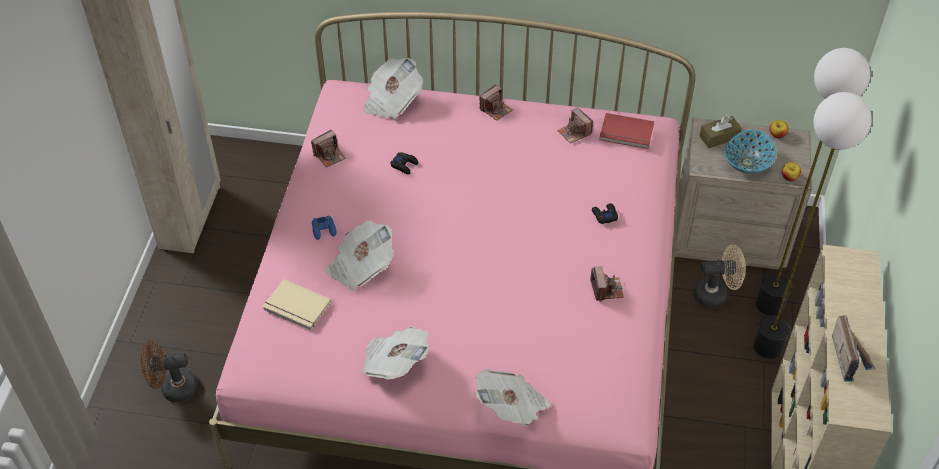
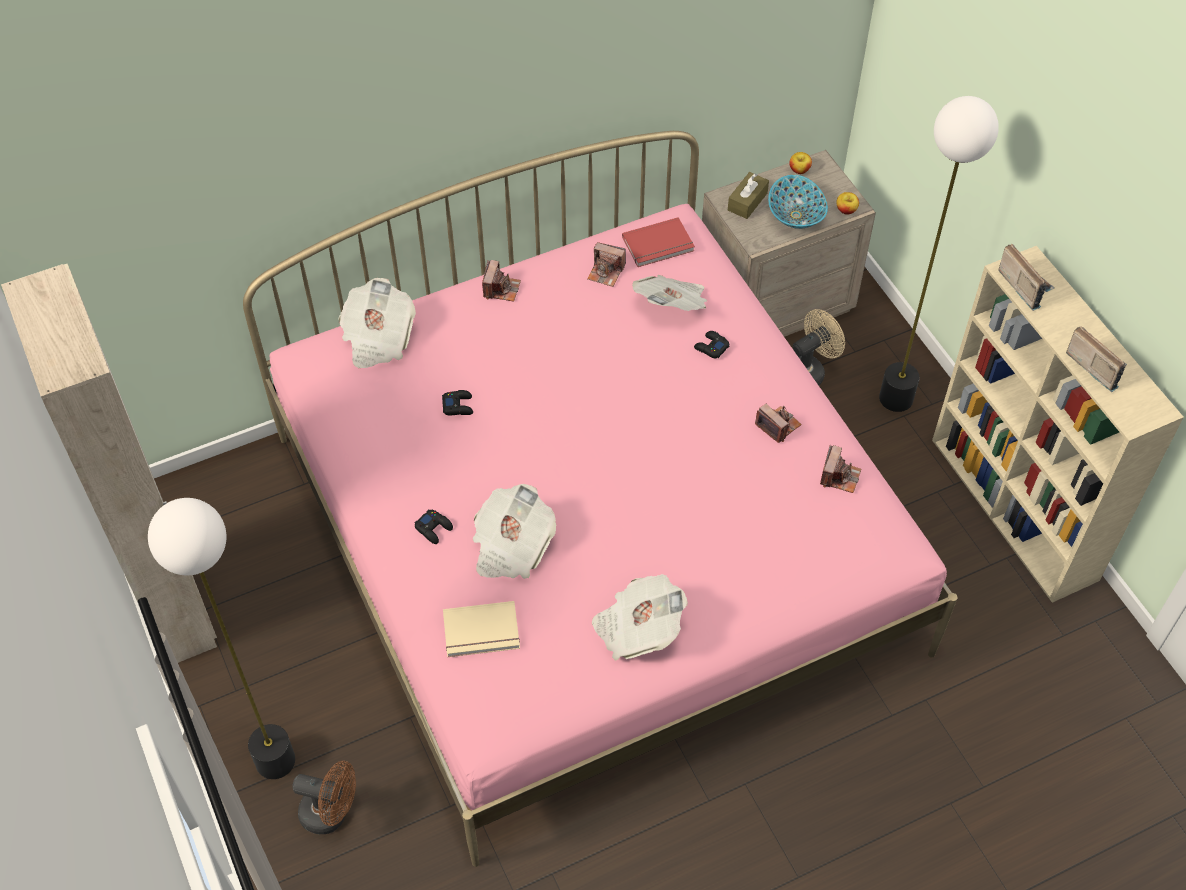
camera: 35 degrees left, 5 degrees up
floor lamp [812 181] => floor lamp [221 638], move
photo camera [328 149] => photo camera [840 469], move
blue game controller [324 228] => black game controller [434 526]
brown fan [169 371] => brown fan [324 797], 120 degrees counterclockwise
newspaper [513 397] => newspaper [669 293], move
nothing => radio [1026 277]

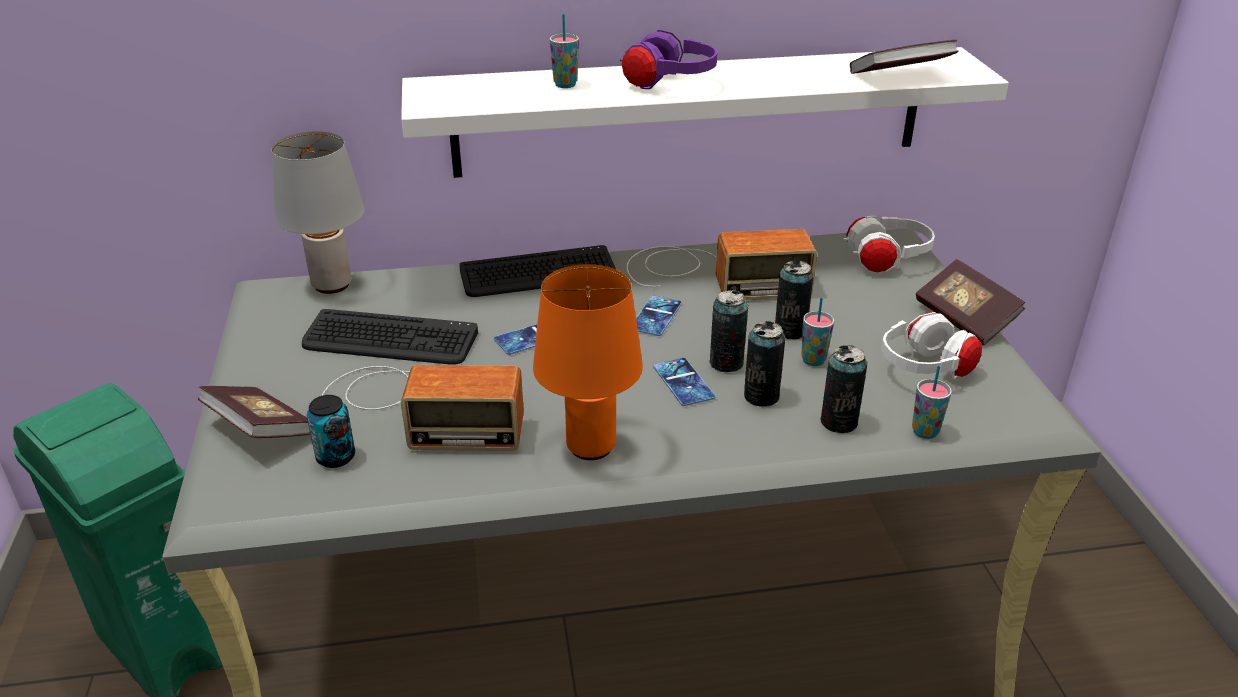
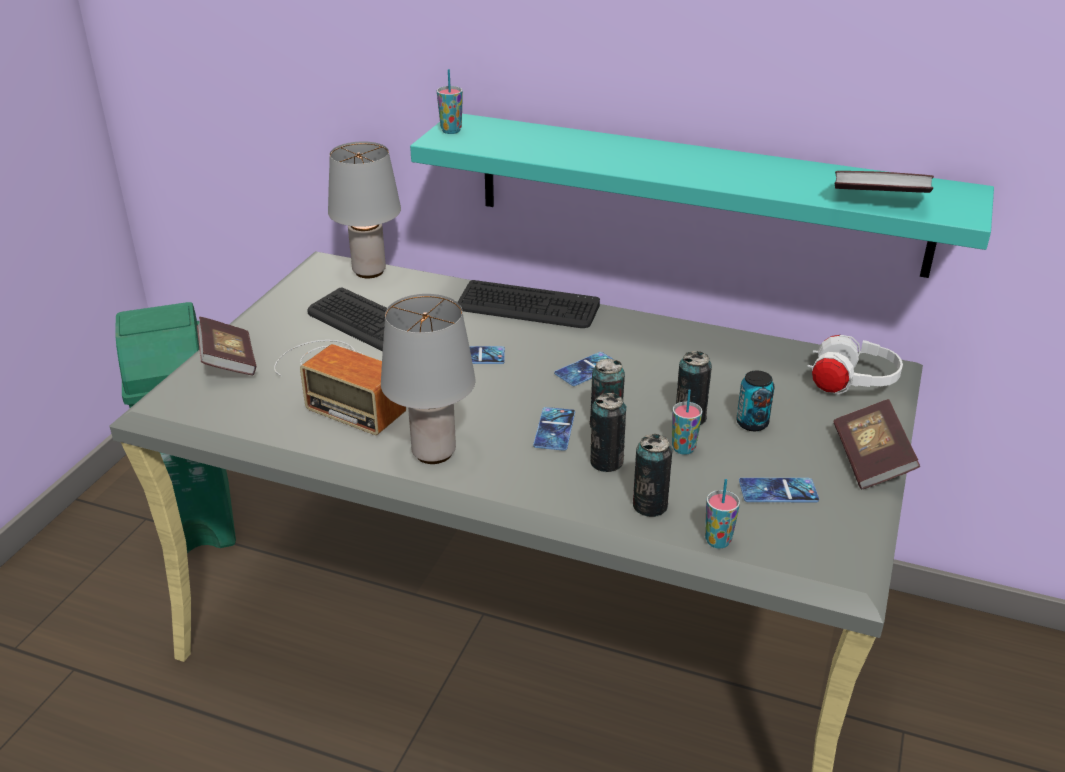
camera: 30 degrees right, 0 degrees up
cup [564 51] => cup [450 101], move
purple headphones [669 59] => nothing
white shelf [705 112] => turquoise shelf [702 196]
radio [722 264] => nothing
orange table lamp [588 362] => grey table lamp [428 379]
white headphones [931 345] => phone [779 490]
can [331 431] => can [755 401], move

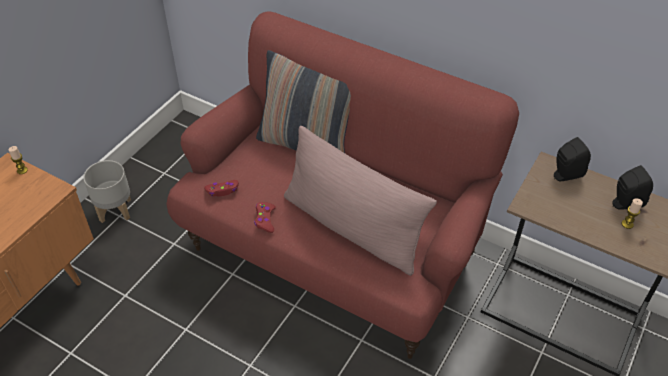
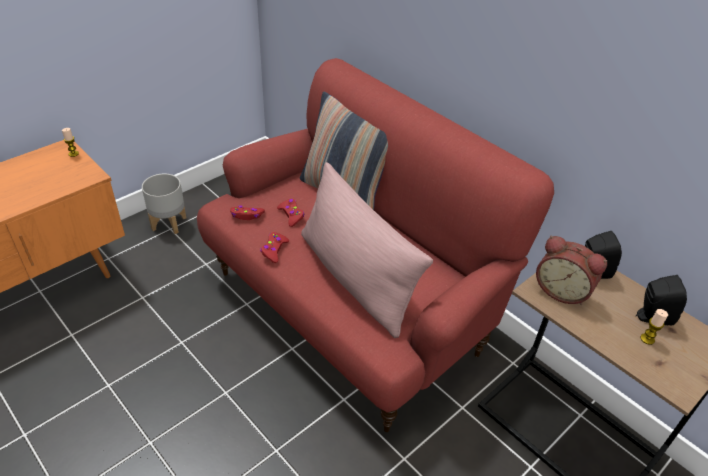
camera: 15 degrees right, 5 degrees down
nothing => red game controller [290 213]
nothing => alarm clock [571 270]

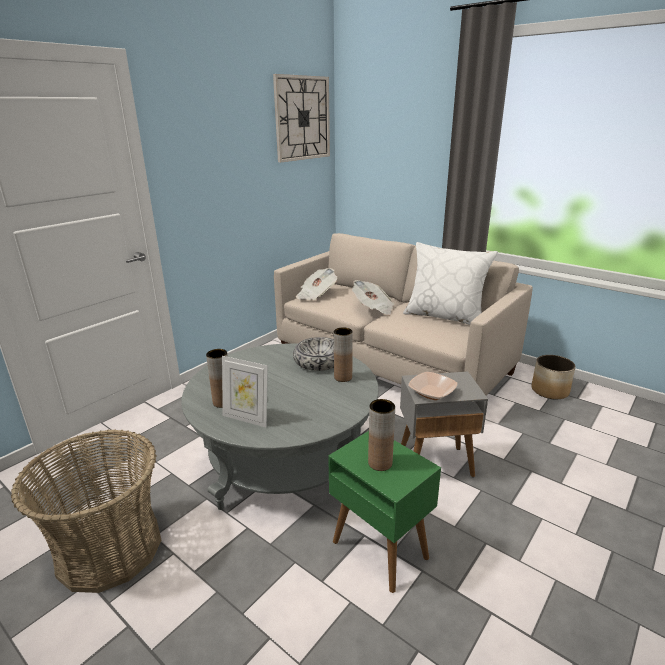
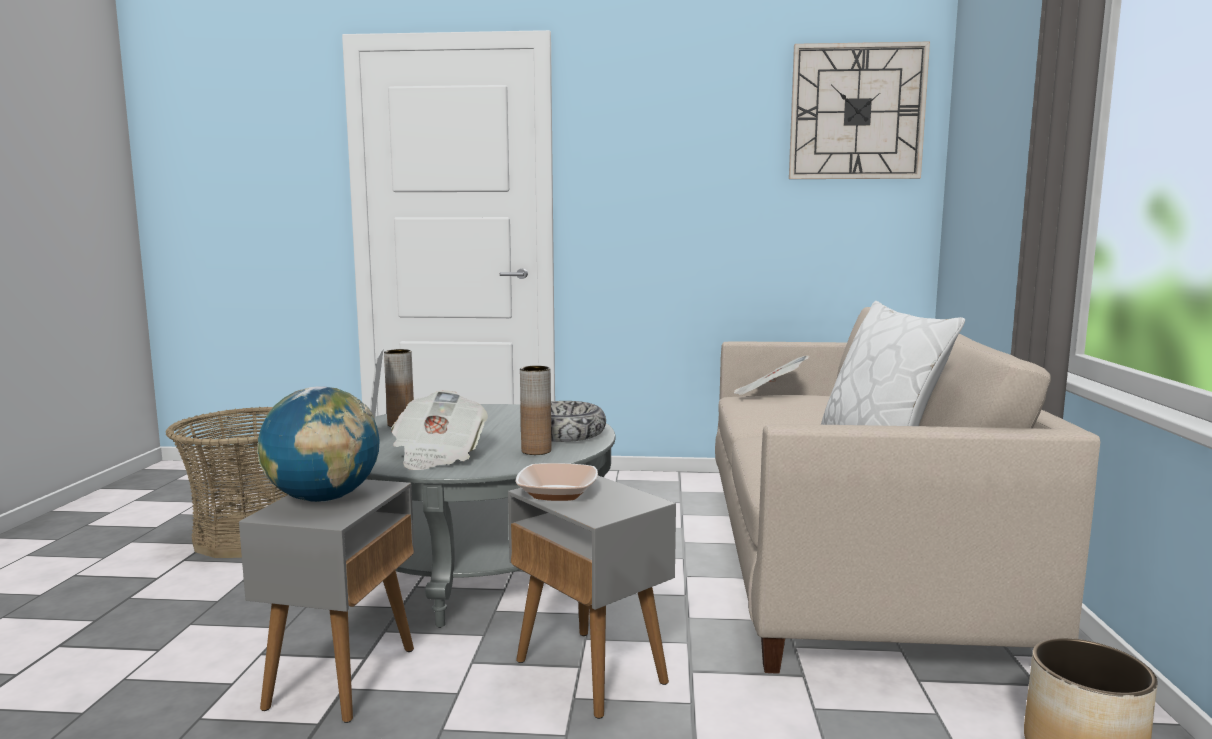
camera: 55 degrees right, 15 degrees down
newspaper [373 297] => newspaper [439 430], move
brown vase [381 435] => globe [318 444]
green side table [384 512] => grey side table [326 601]

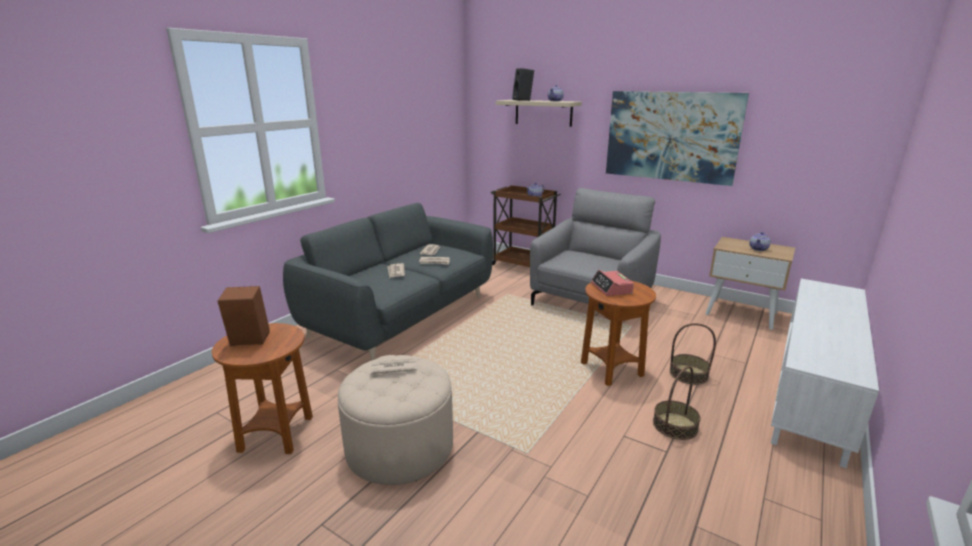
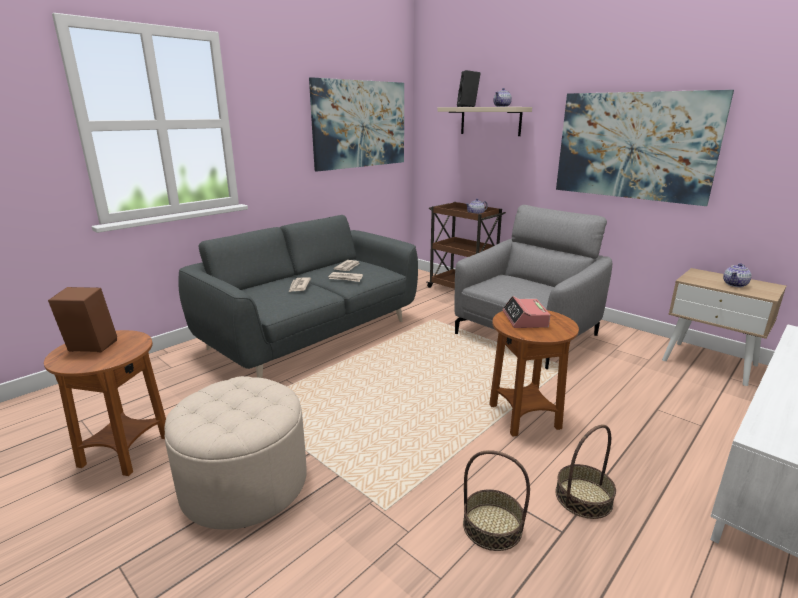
camera: 10 degrees right, 0 degrees up
basket [693 354] => basket [496 500], move
newspaper [394 366] => nothing
nothing => picture [356 124]

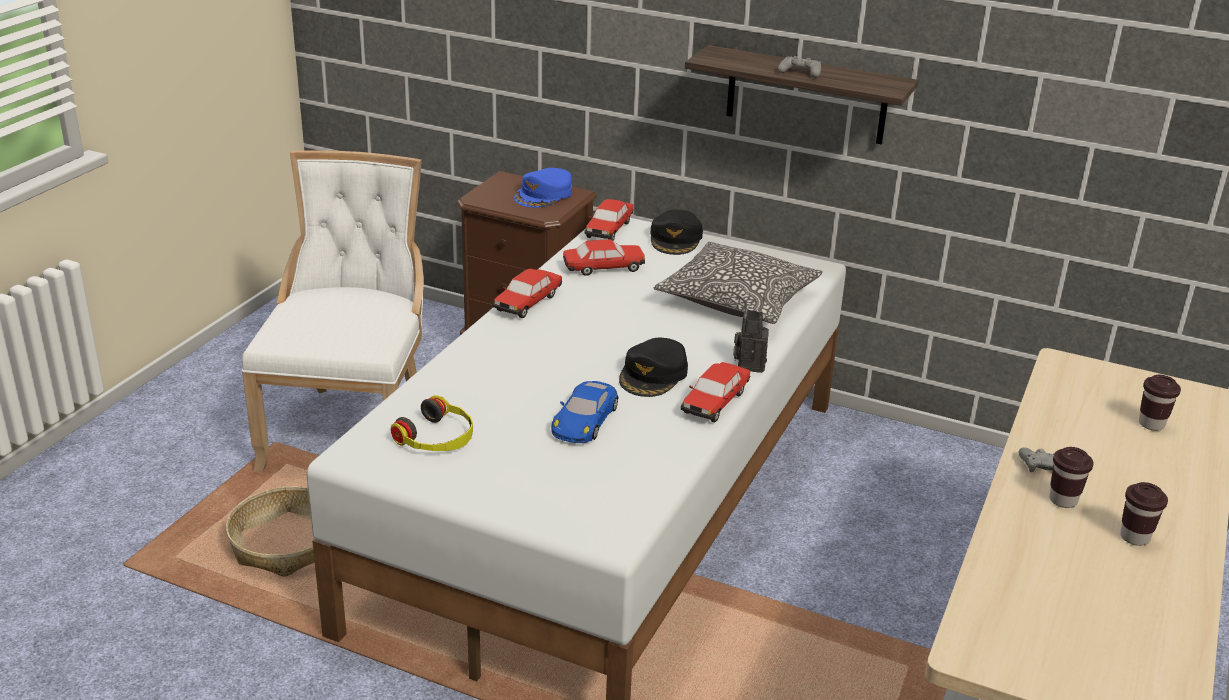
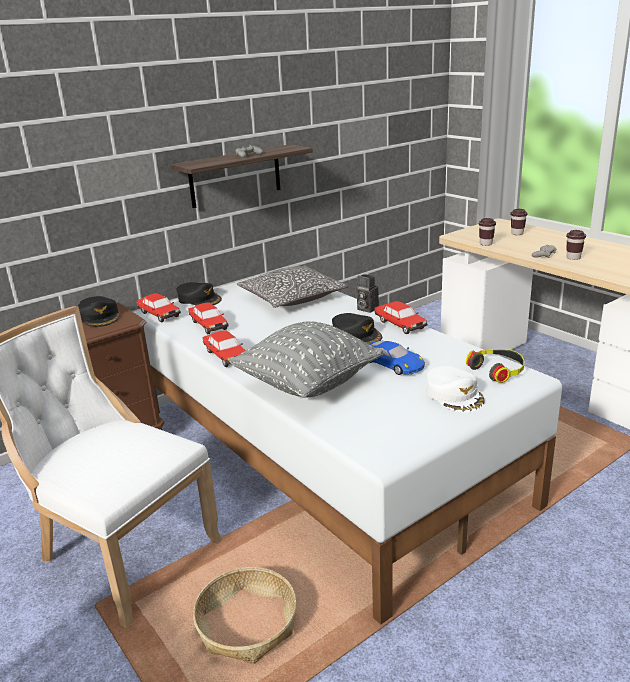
camera: 60 degrees left, 5 degrees down
blue cap [543 188] => black cap [98 311]
toy car [604 257] => toy car [209 318], 135 degrees clockwise
headphones [432 423] => headphones [495 366], move
brown cup [1144 514] => brown cup [487 232], move
nothing => grey pillow [306 359]
nothing => white cap [455 389]

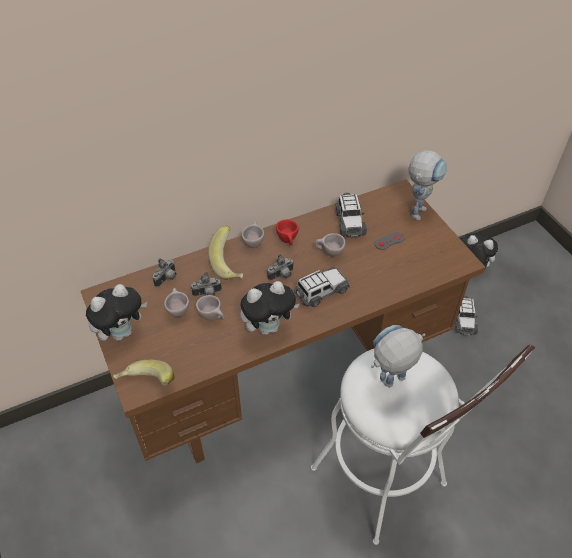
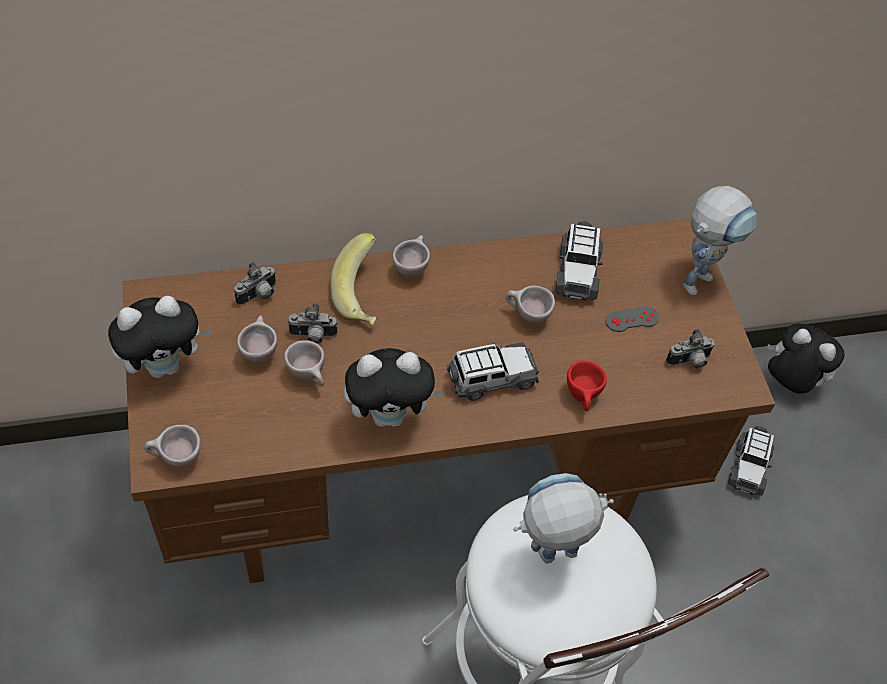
camera: 10 degrees right, 5 degrees up
red cup [287 232] => red cup [587 385], move
photo camera [280 267] => photo camera [690 348], move
banana [144 373] => beige cup [172 446]

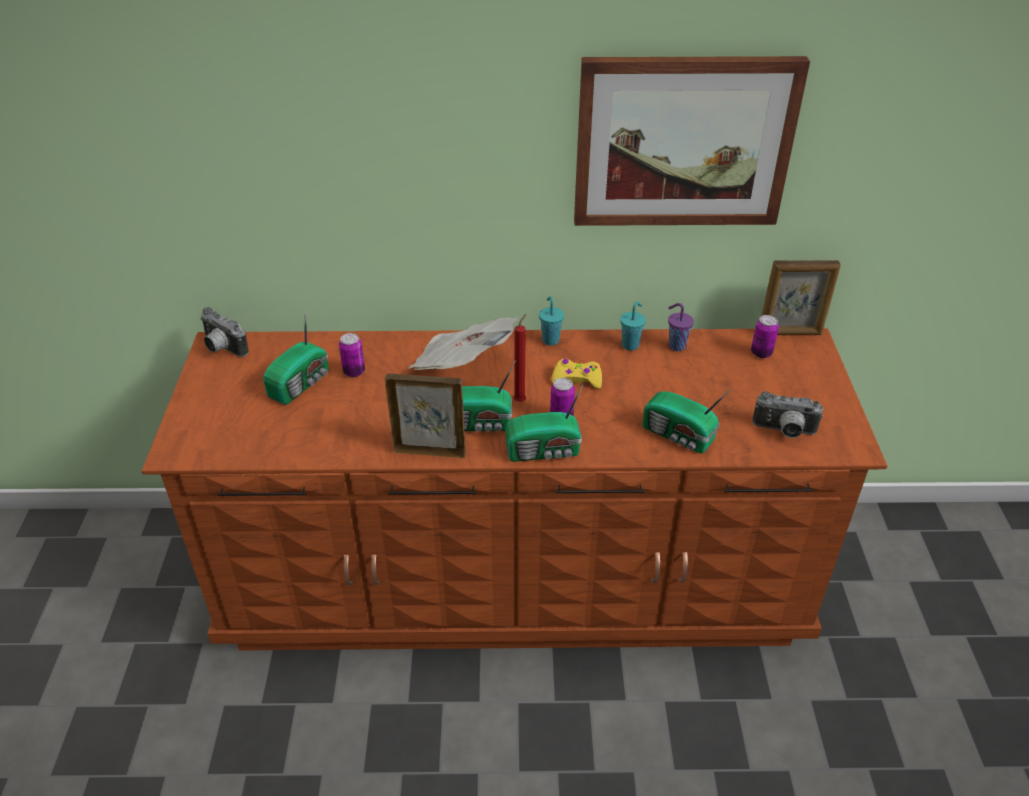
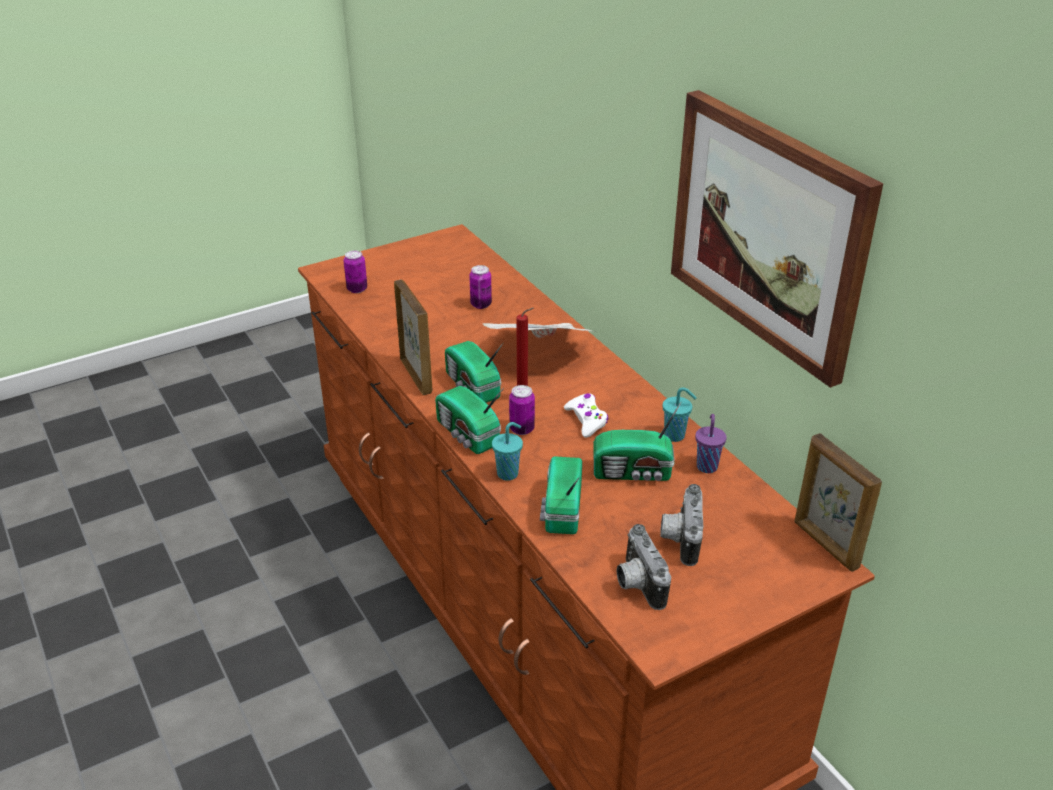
camera: 60 degrees right, 5 degrees down
turquoise cup [551 321] => turquoise cup [507 451], move
photo camera [225 332] => photo camera [681 525], move
radio [296 356] => radio [637 441], move
can [765 336] => can [355 271], move
yellow game controller [576 374] => white game controller [586 415]

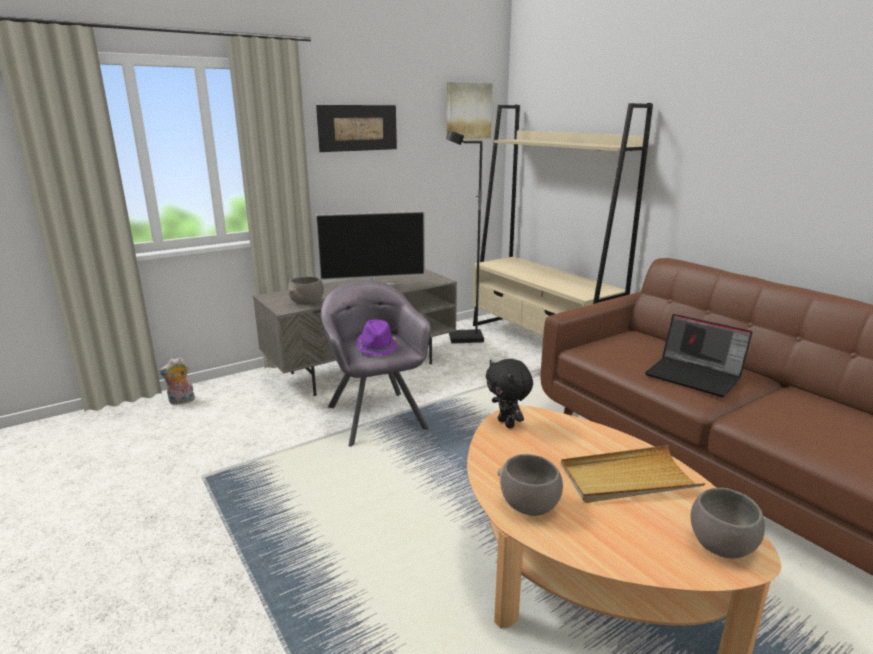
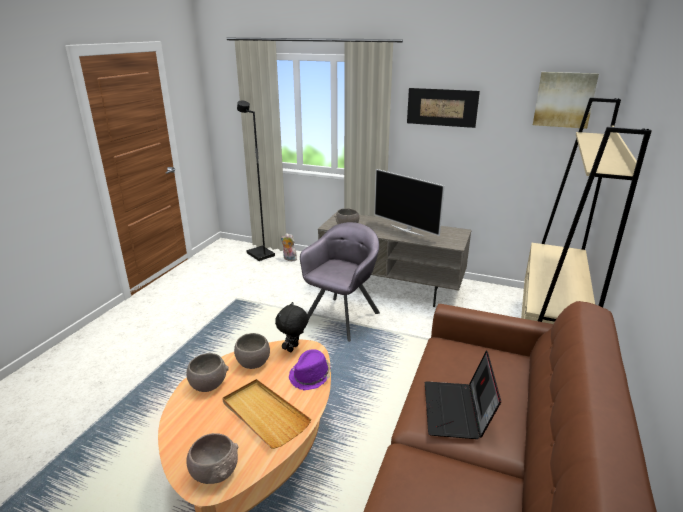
camera: 55 degrees right, 5 degrees up
black floor lamp [465 237] => black floor lamp [256 181], move
purple hat [377 338] => purple hat [310 370], move
nothing => grey bowl [252 351]

